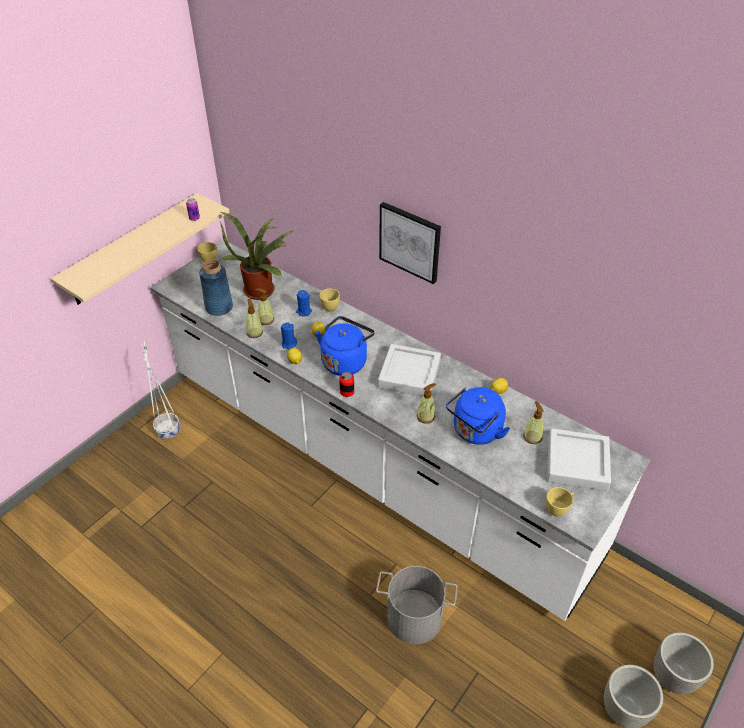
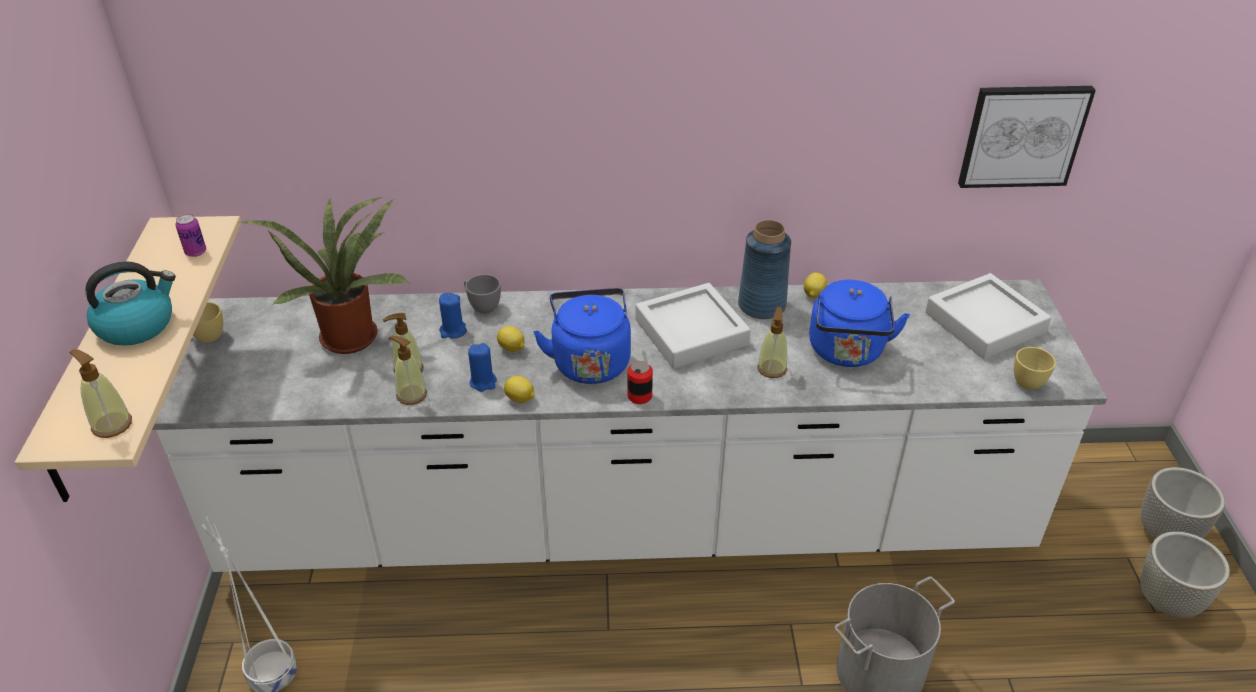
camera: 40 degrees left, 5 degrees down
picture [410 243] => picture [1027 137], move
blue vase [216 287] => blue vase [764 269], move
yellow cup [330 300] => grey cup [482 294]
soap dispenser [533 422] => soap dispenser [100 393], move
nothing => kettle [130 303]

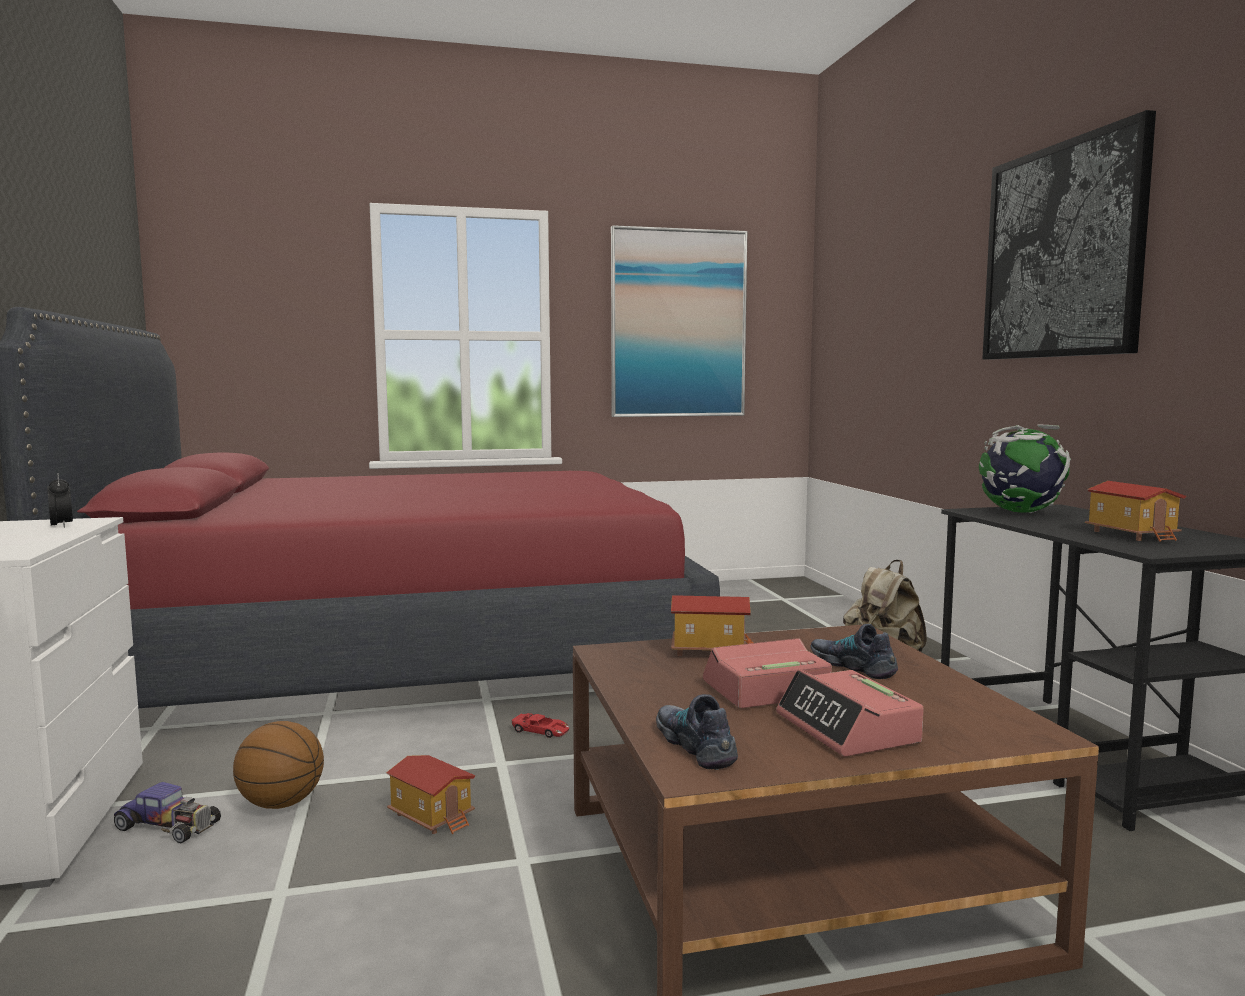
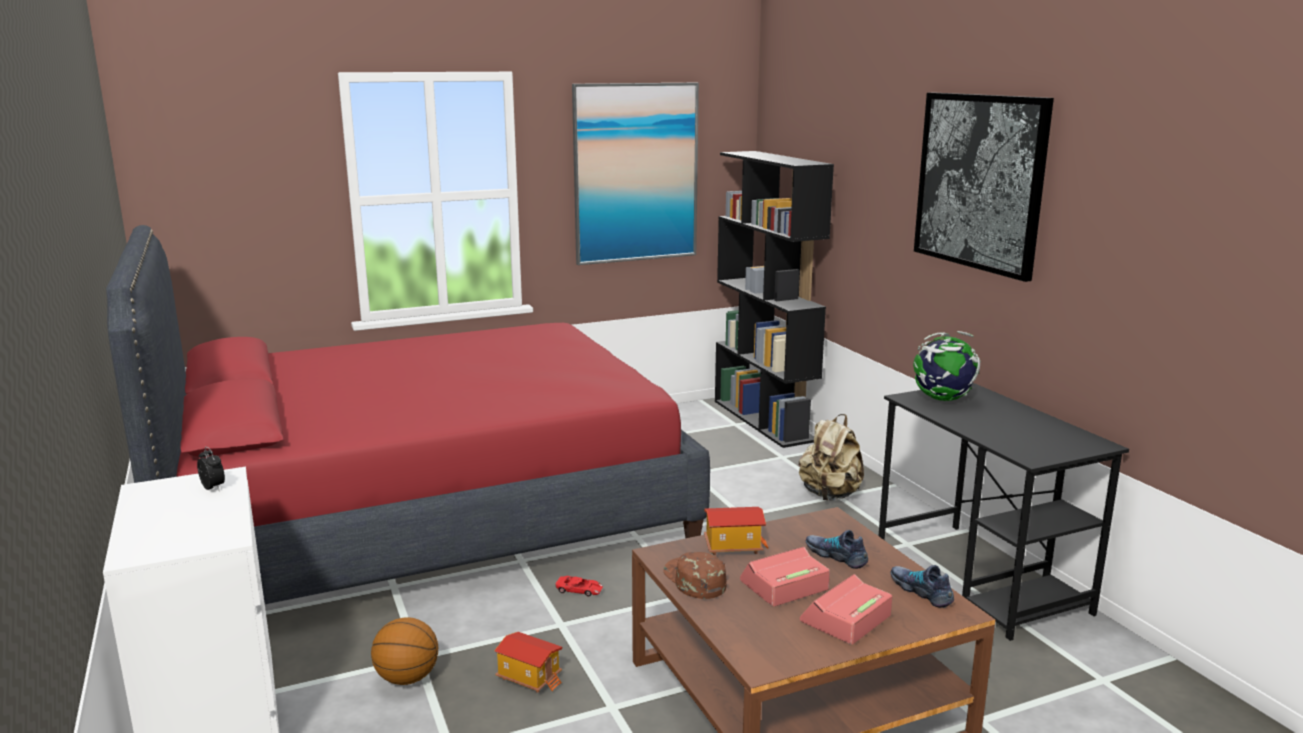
camera: 10 degrees left, 10 degrees up
toy house [1135 511] => nothing
alarm clock [850 713] => alarm clock [846 609], 75 degrees clockwise
shoe [697 732] => shoe [922 586], move
toy car [167 812] => nothing
nothing => black bookcase [774 299]
nothing => brown cap [695 575]

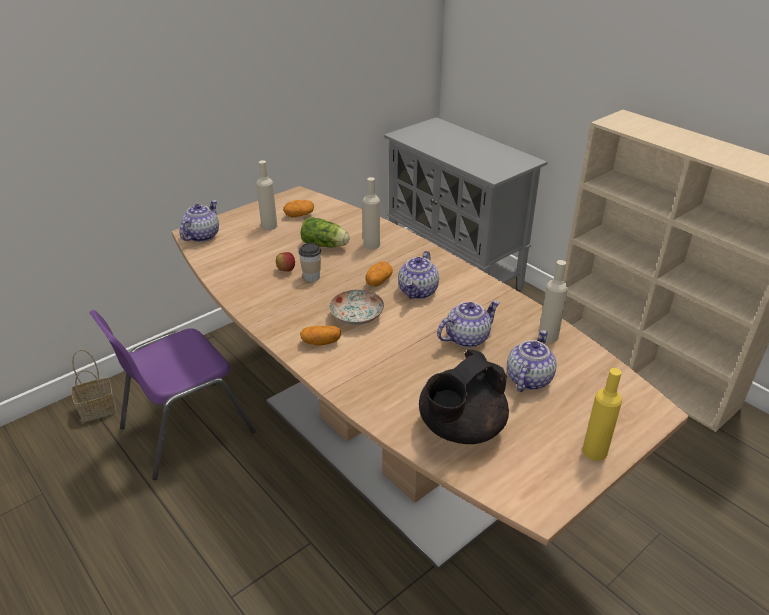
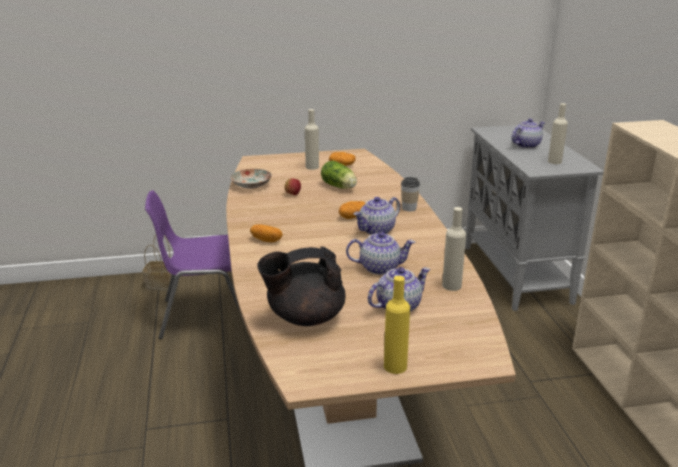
camera: 30 degrees right, 10 degrees down
beige bottle [371 213] => beige bottle [558 133], move
teapot [199 221] => teapot [528 134], move
cup [310 262] => cup [410 194], move
plate [356 307] => plate [251 179], move

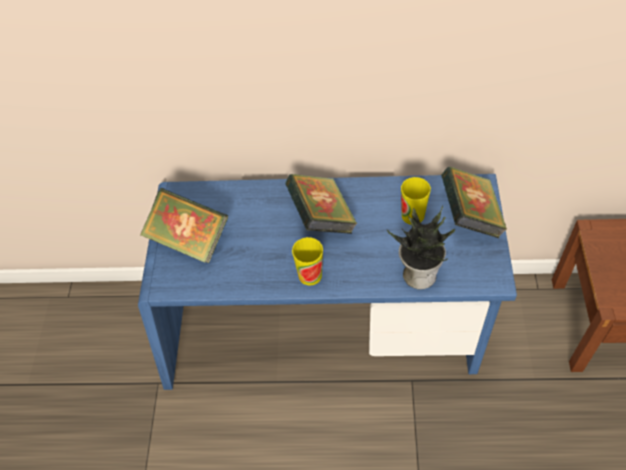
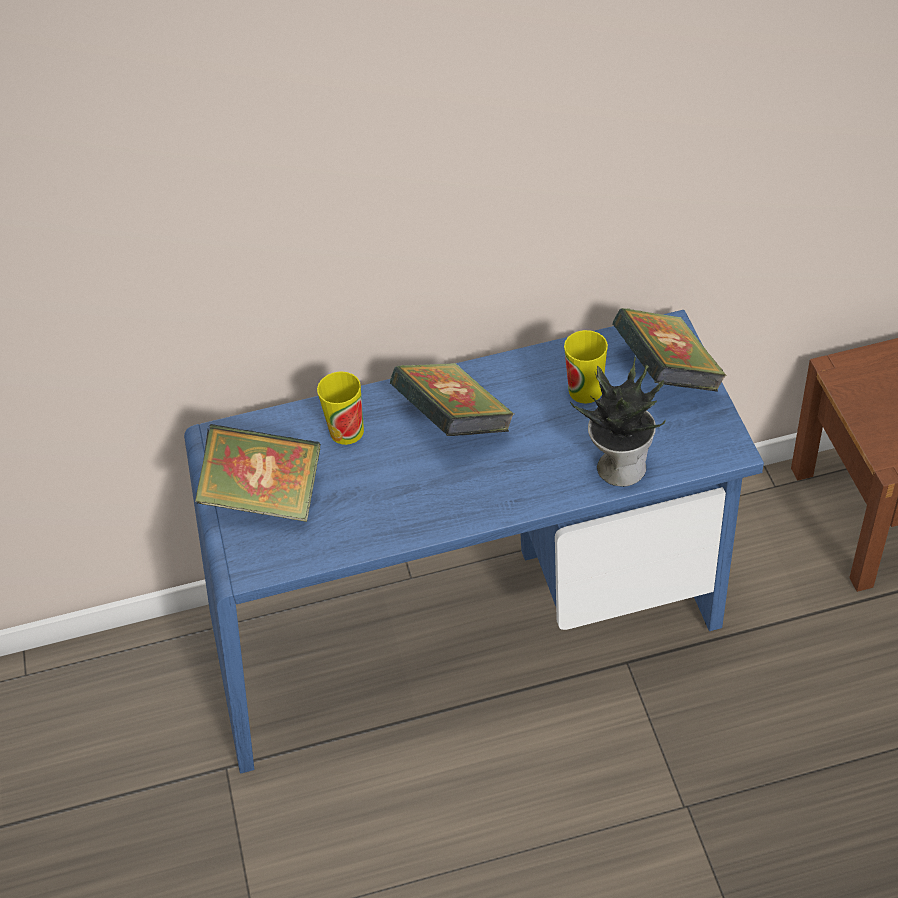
camera: 15 degrees left, 5 degrees down
cup [307 261] => cup [340 408], move

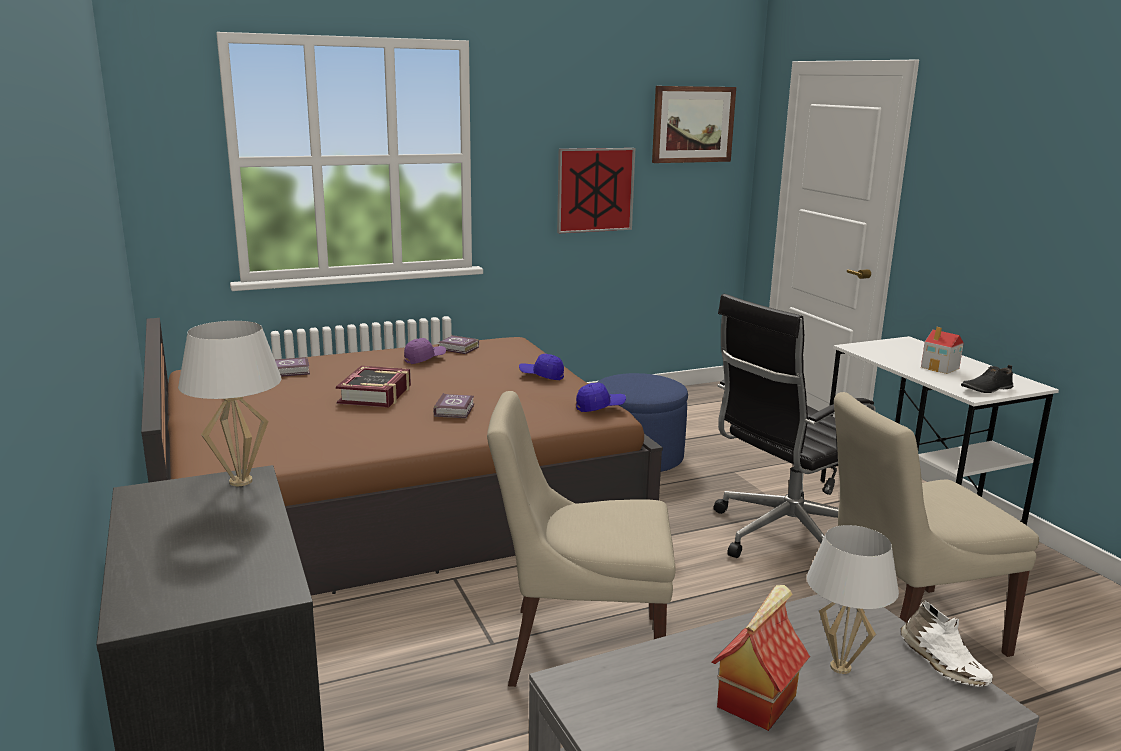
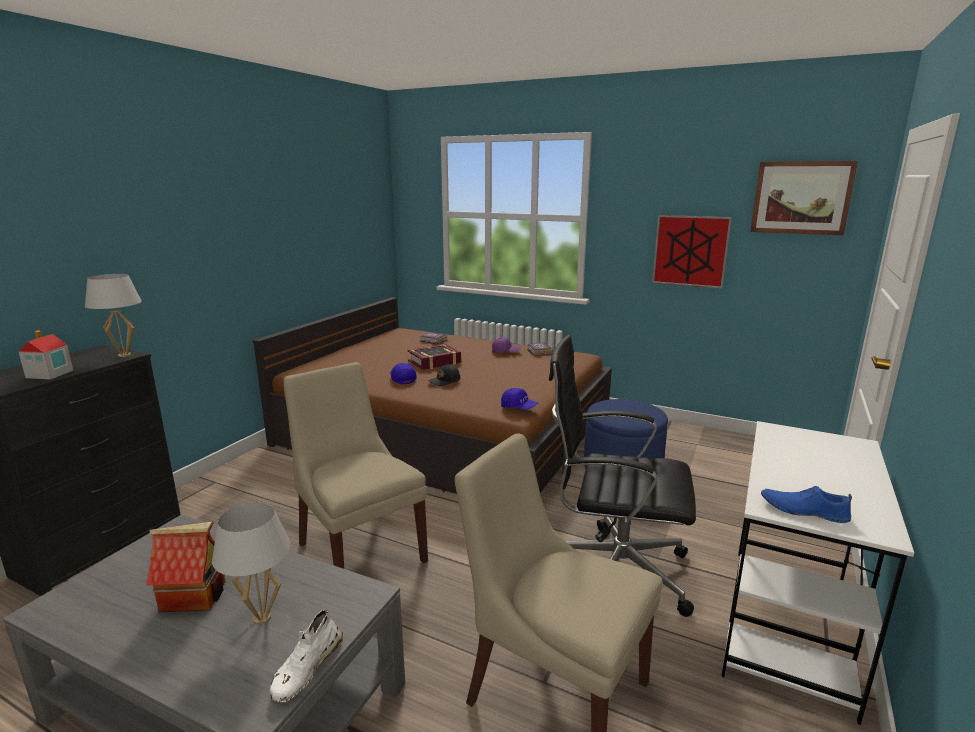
camera: 50 degrees right, 0 degrees up
toy house [942 350] => toy house [46 355], move
blue cap [541 367] => blue cap [403 374], move
black shoe [987 379] => blue shoe [806 504]
book [453 405] => black cap [443 375]

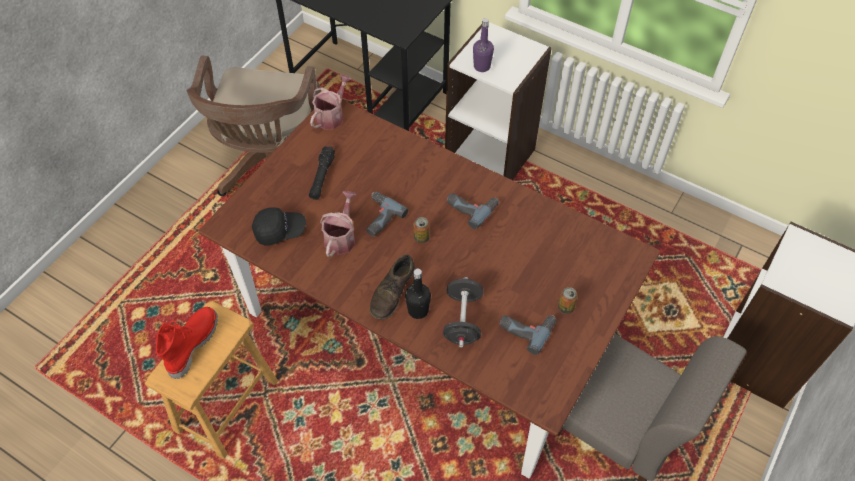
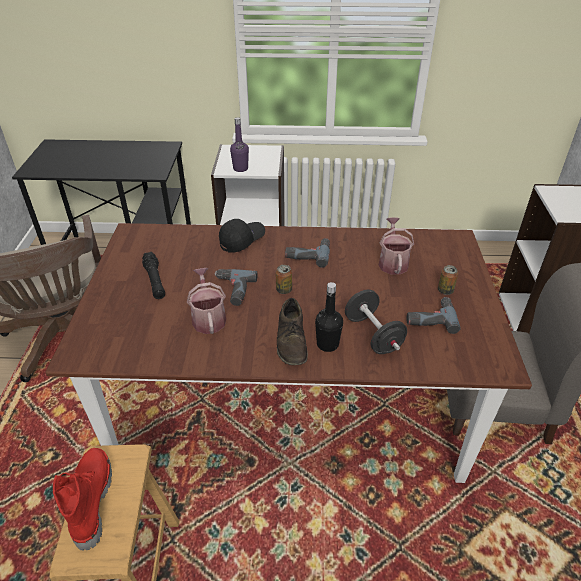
camera: 30 degrees left, 15 degrees down
watering can [330 102] => watering can [396 246], move
black cap [279 226] => black cap [242 236], move

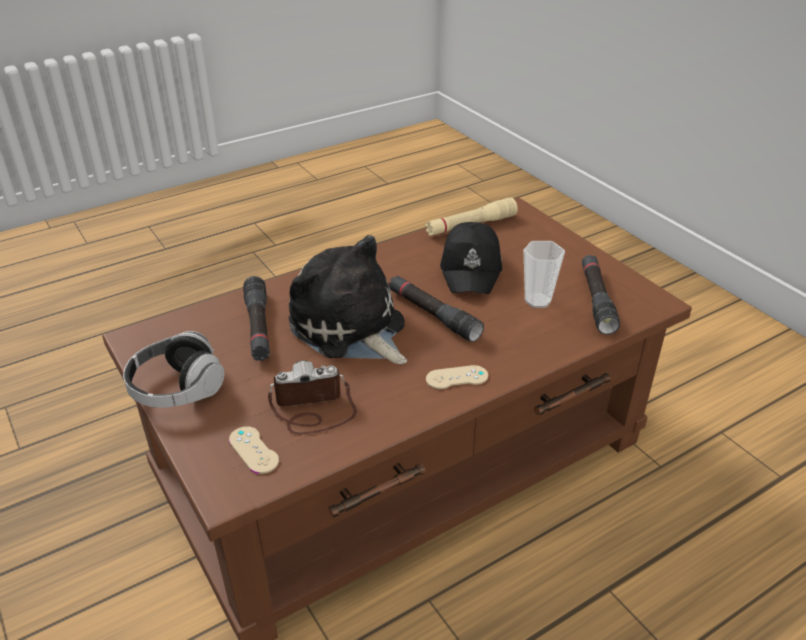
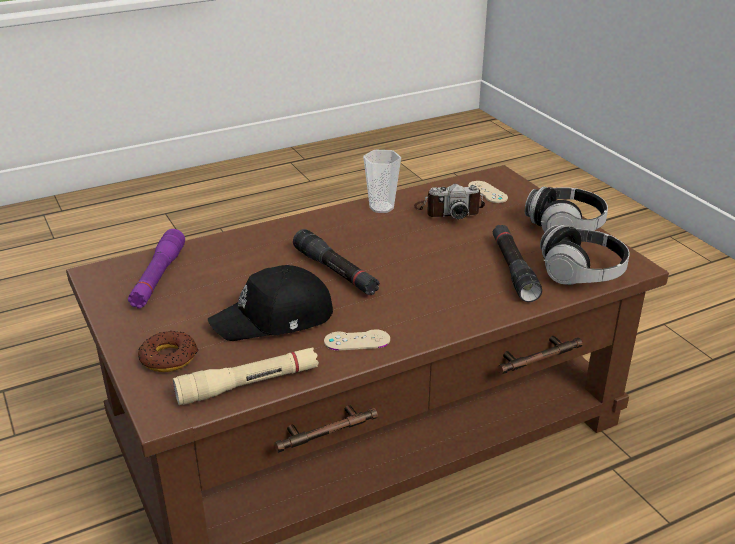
camera: 175 degrees left, 5 degrees down
black cap [471 258] => black cap [270 303], 120 degrees counterclockwise
plush toy [348 299] => nothing
cup [544 274] => cup [382 181], move
black flashlight [601 295] => purple flashlight [156 268]
beige game controller [457 377] => beige game controller [357 340], move
nothing => headphones [585 255]
nothing => donut [168 351]

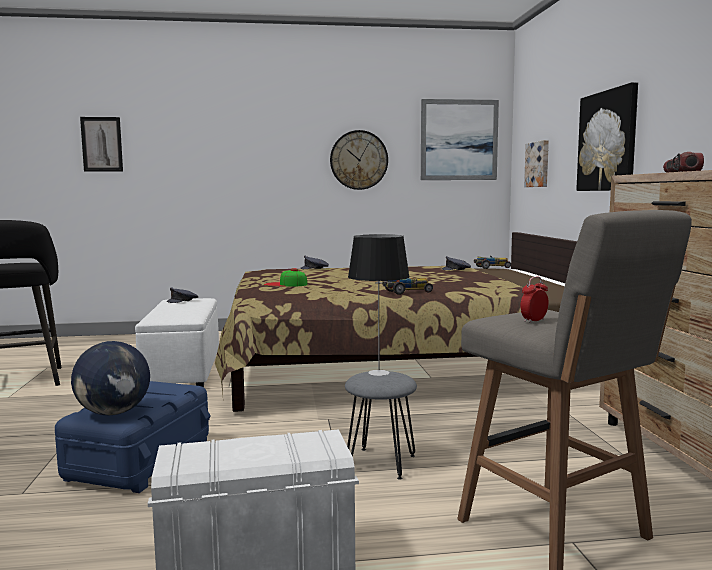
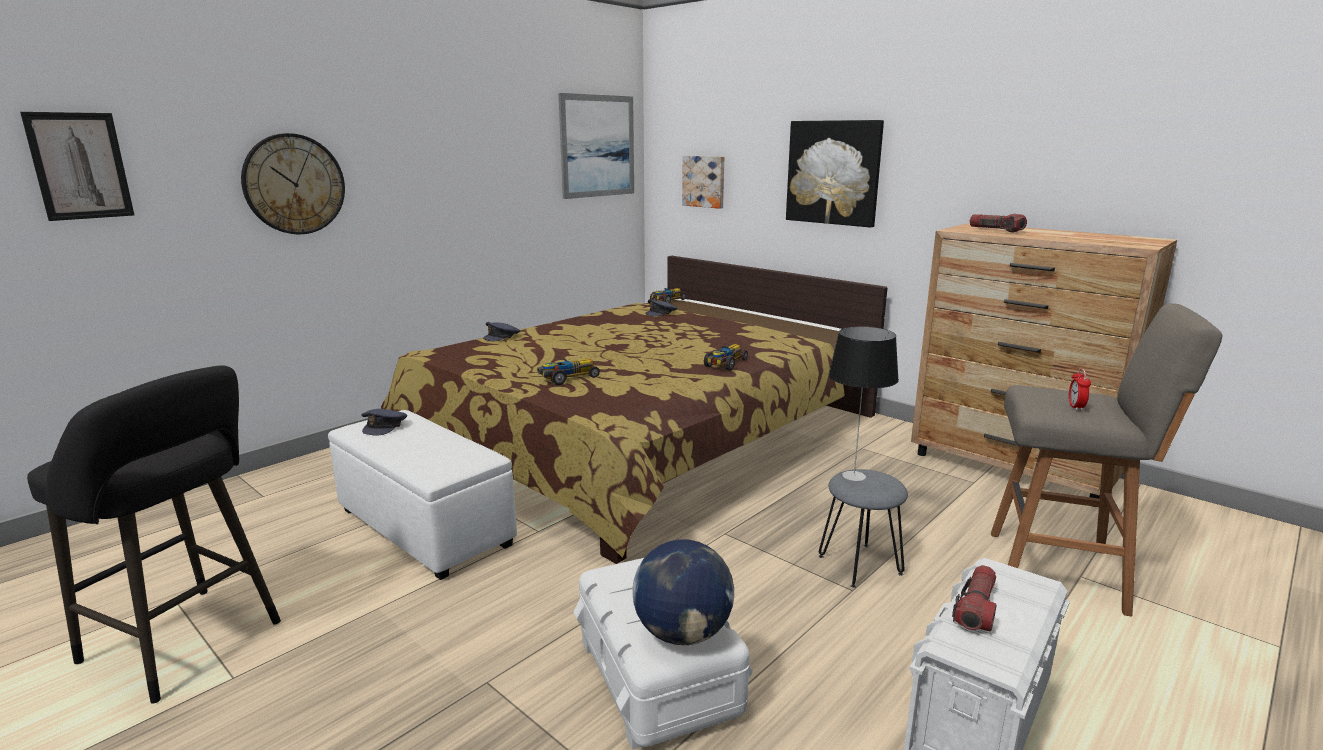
camera: 40 degrees left, 10 degrees up
wall clock [359 160] => wall clock [293 183], move
cap [285 277] => toy car [568 372]
blue storage box [133 437] => white storage box [663 654]
nothing => flashlight [974 598]

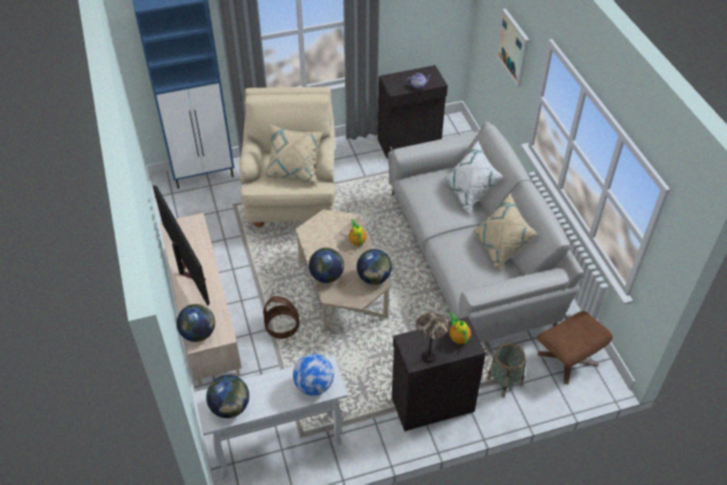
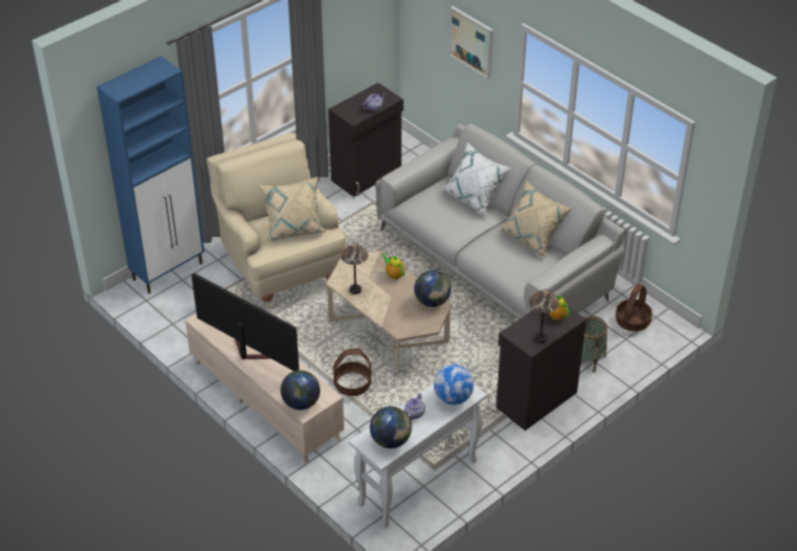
camera: 25 degrees left, 5 degrees down
globe [326 265] => nothing
brown ottoman [575 348] => basket [633 308]
nothing => table lamp [354 268]
nothing => teapot [414 406]

